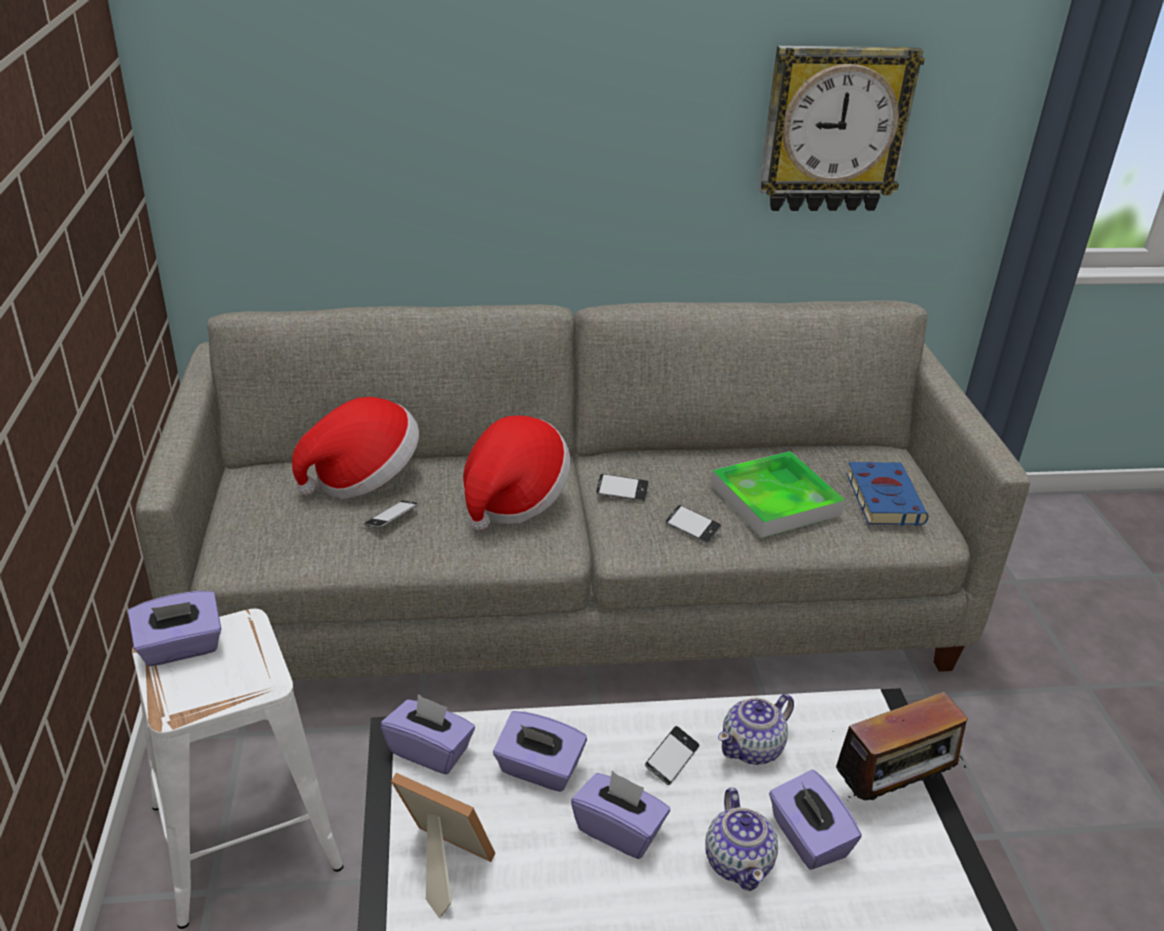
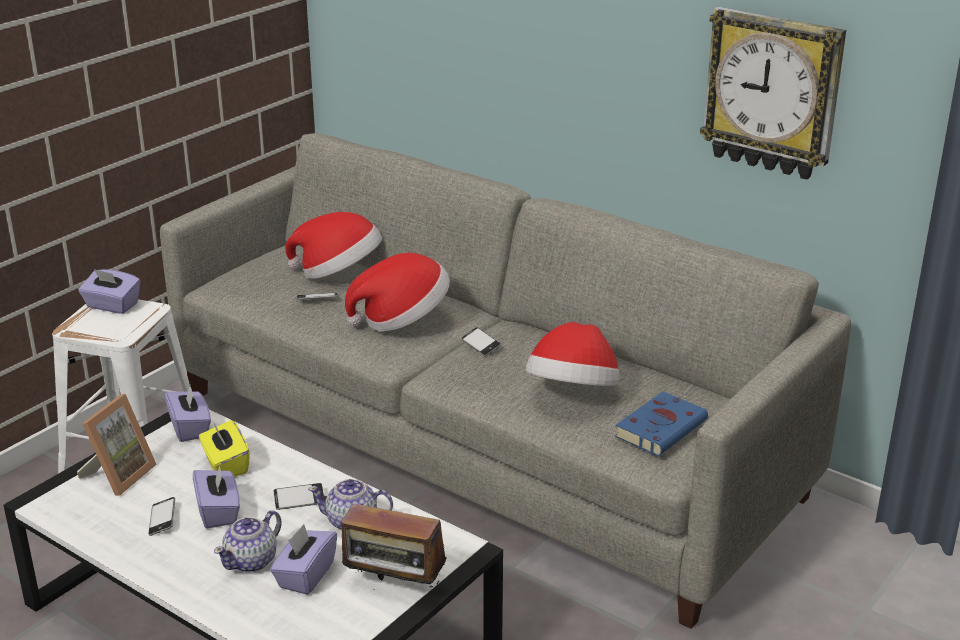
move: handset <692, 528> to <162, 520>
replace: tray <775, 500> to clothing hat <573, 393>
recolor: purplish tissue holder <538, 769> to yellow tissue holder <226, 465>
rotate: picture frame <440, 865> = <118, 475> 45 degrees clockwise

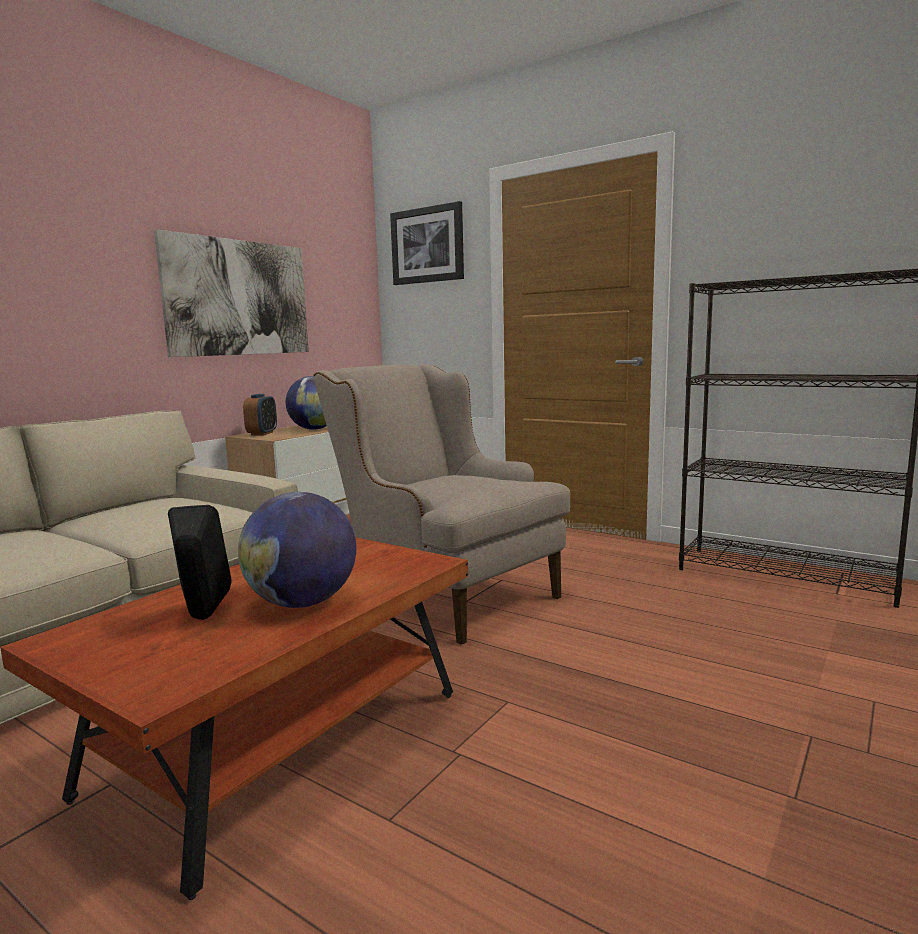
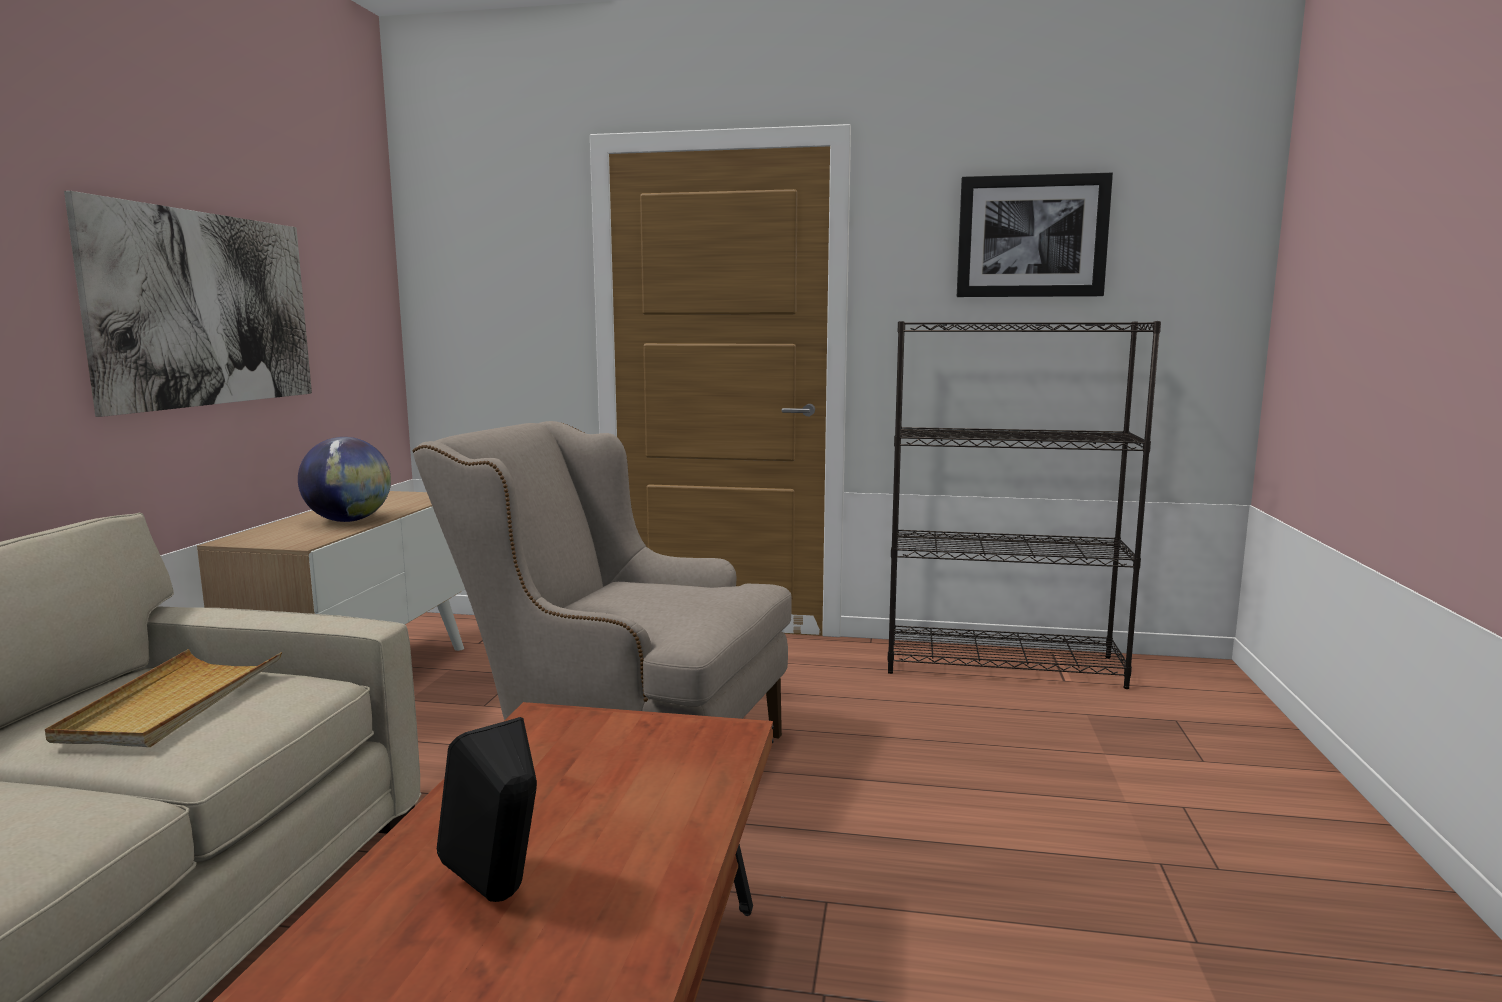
delete: desk globe <302, 603>; bedside clock <262, 434>
insert: beige-coloured tray <173, 703>
move: wall art <427, 245> to <1031, 236>

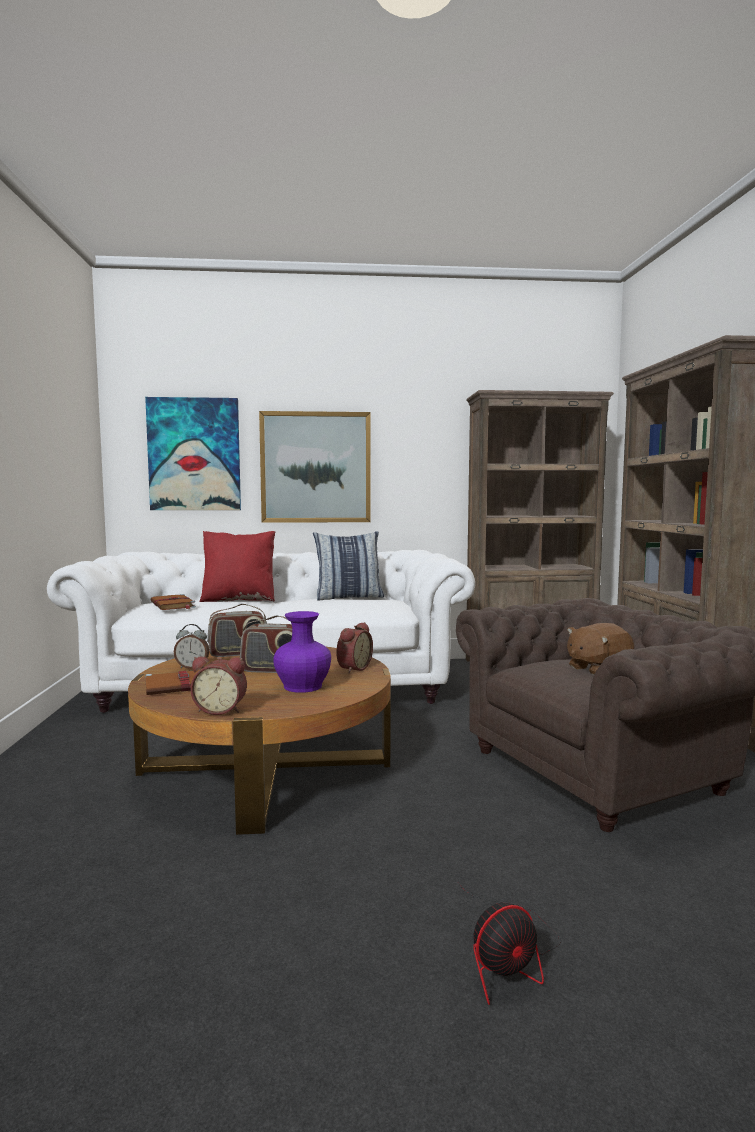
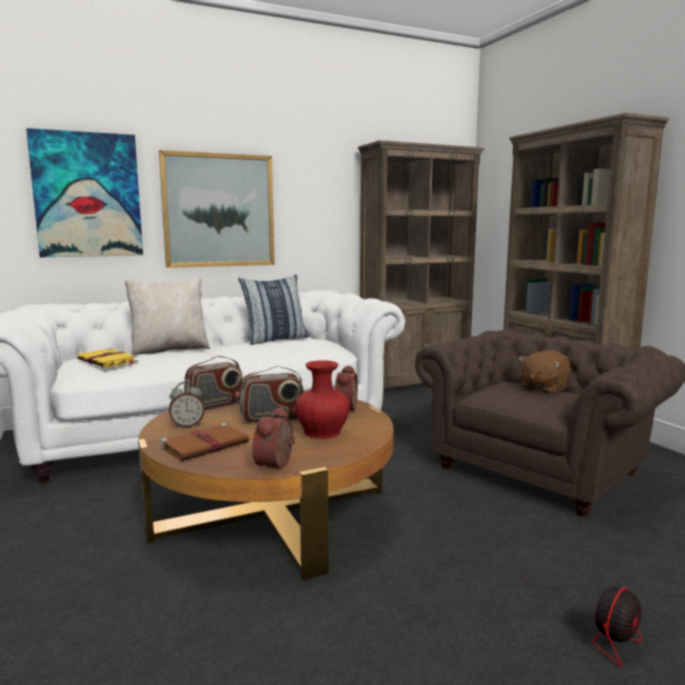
recolor: brown volume <173, 605> to yellow volume <108, 361>; reddish cushion <239, 600> to beige-coloured cushion <169, 350>; purplish decorative vase <303, 686> to reddish decorative vase <323, 432>
rotate: bedside clock <221, 710> = <277, 465> 120 degrees clockwise

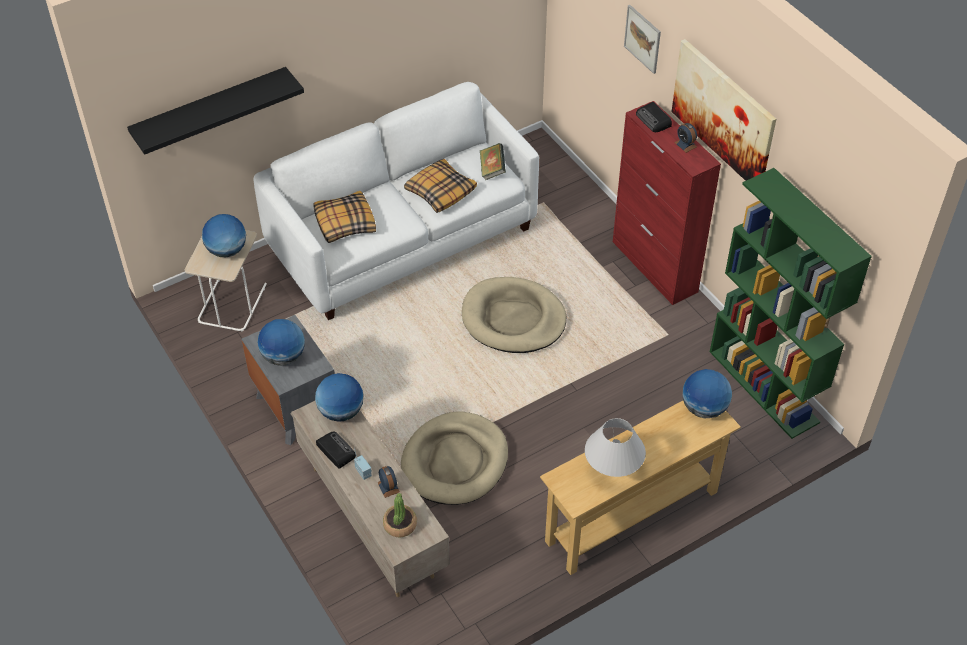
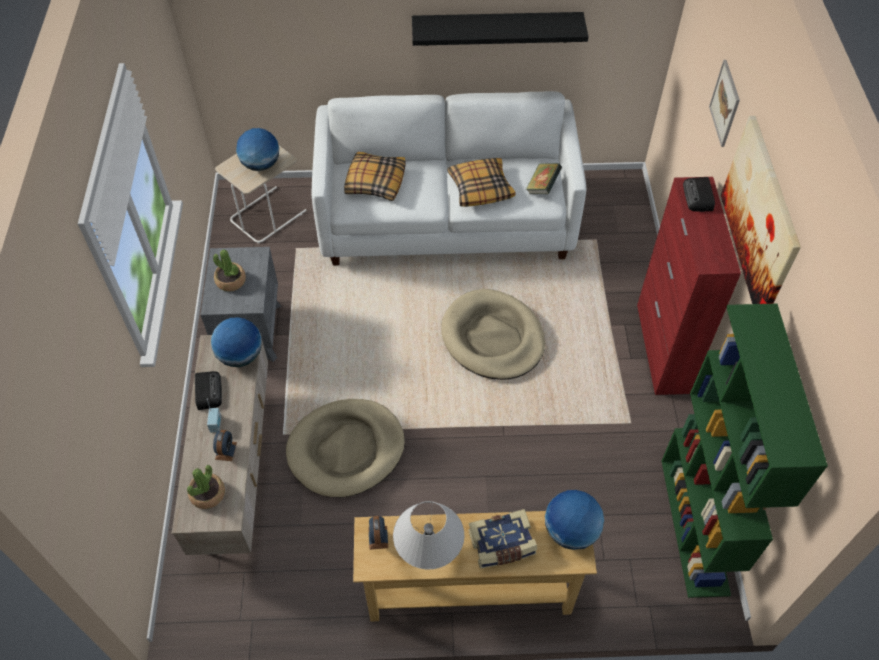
insert: volume <502, 545>
move: blackish shelf <210, 109> to <496, 28>; bedside clock <685, 144> to <378, 537>
replace: desk globe <283, 356> to plant in a pot <230, 281>

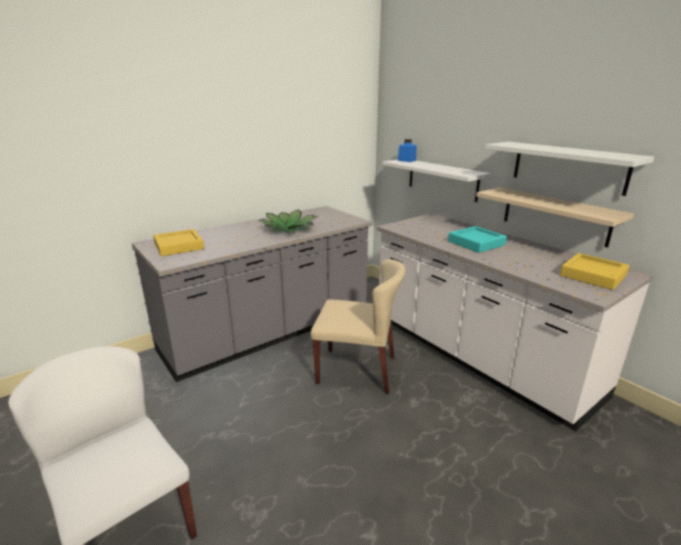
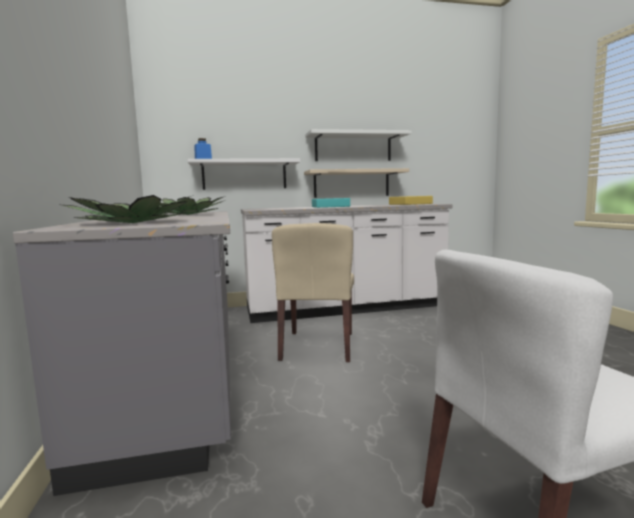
replace: yellow tray <179, 246> to plant in a pot <133, 223>
rotate: beige-coloured plain chair <357, 370> = <318, 346> 150 degrees clockwise

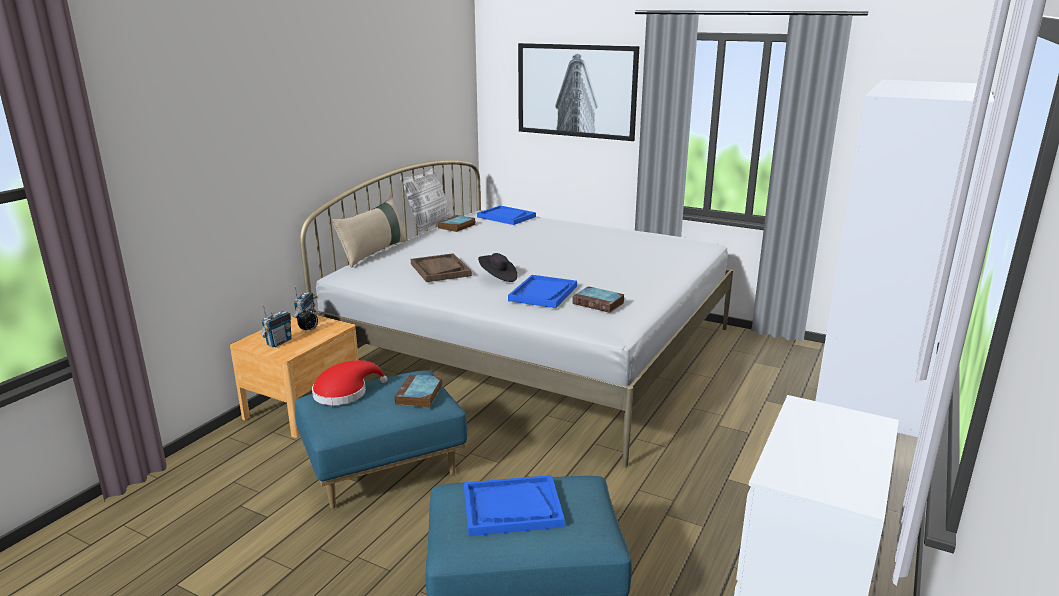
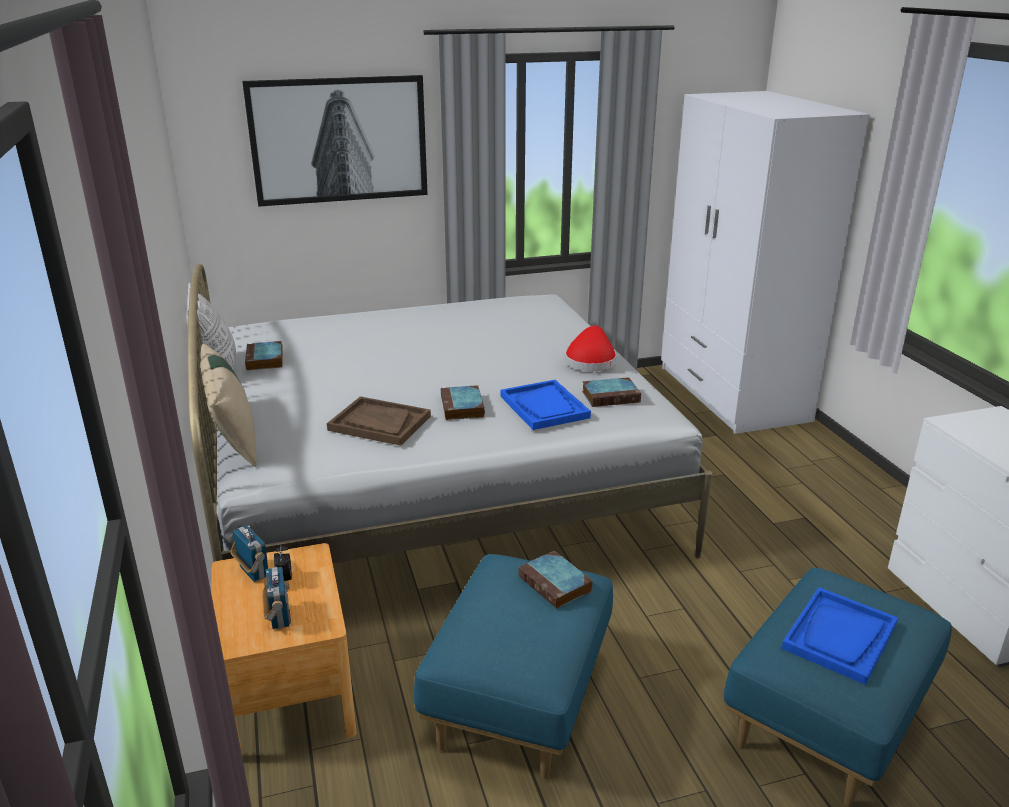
delete: blue tray <506, 217>
move: reddish clothing hat <344, 393> to <590, 360>
replace: blackish clothing hat <498, 278> to volume <463, 407>

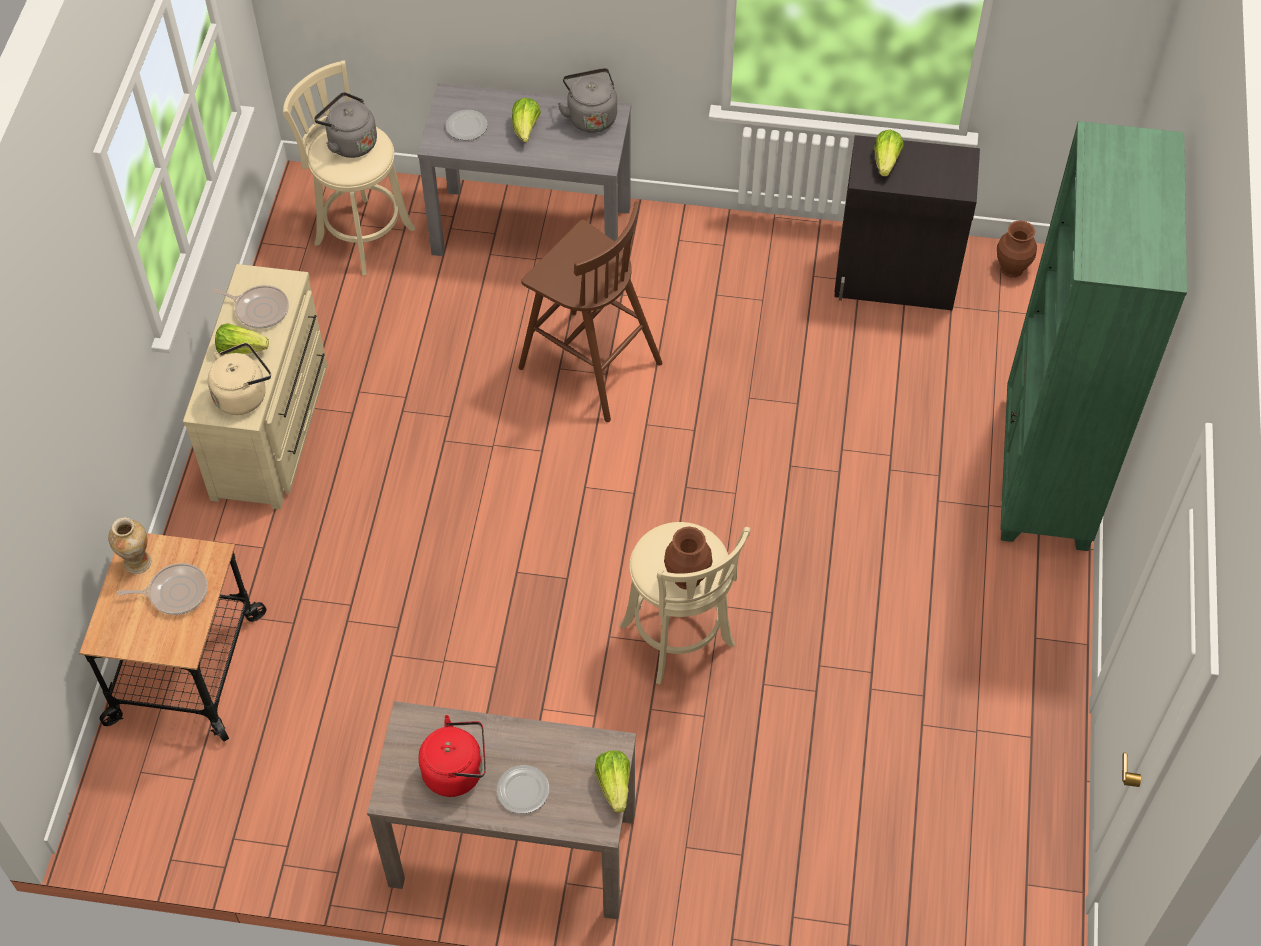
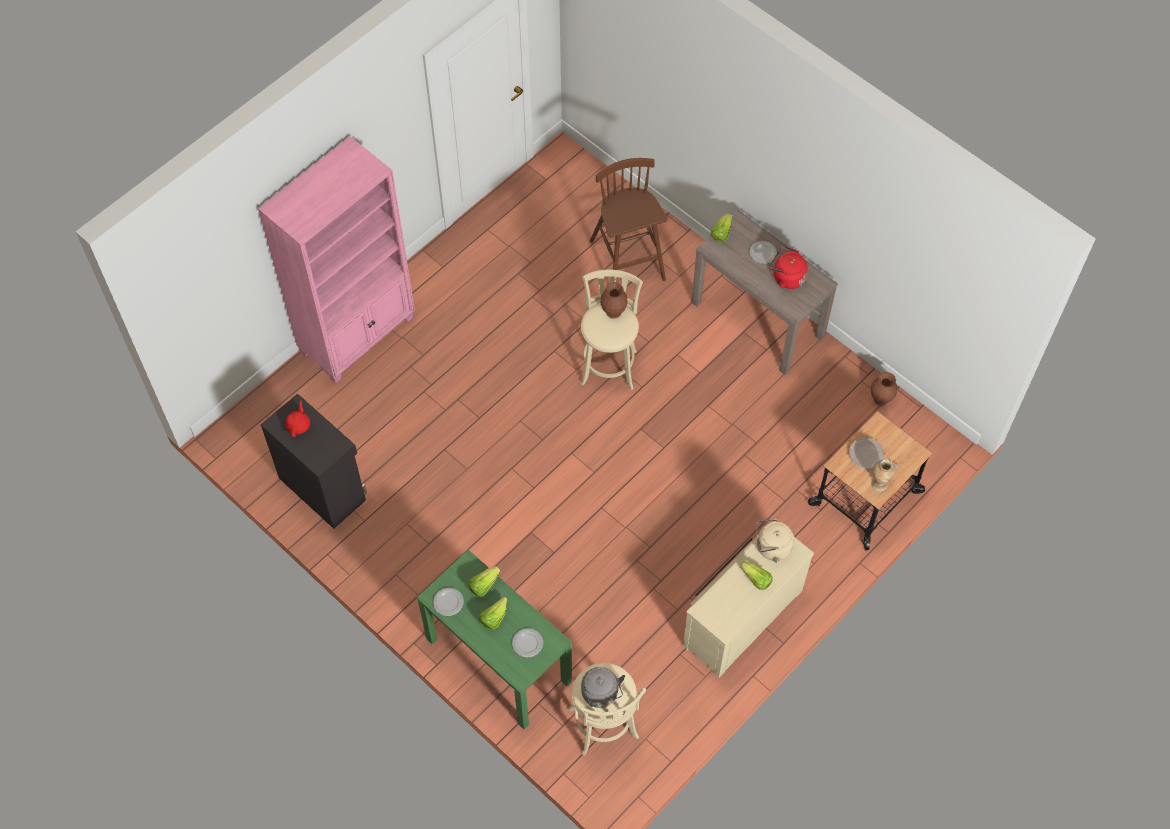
delete: skillet <259, 309>
insert: reddish pot for tea <299, 425>
move: brown sitting stool <588, 364> to <628, 262>; lettuce <886, 161> to <483, 585>; brown decorative vase <1012, 269> to <880, 398>
replace: grey kettle <590, 116> to dinner plate <448, 602>
recolor: grey hall table <532, 230> to green-coloured hall table <498, 660>; green-coloured bookcase <1044, 474> to pink-coloured bookcase <358, 335>

